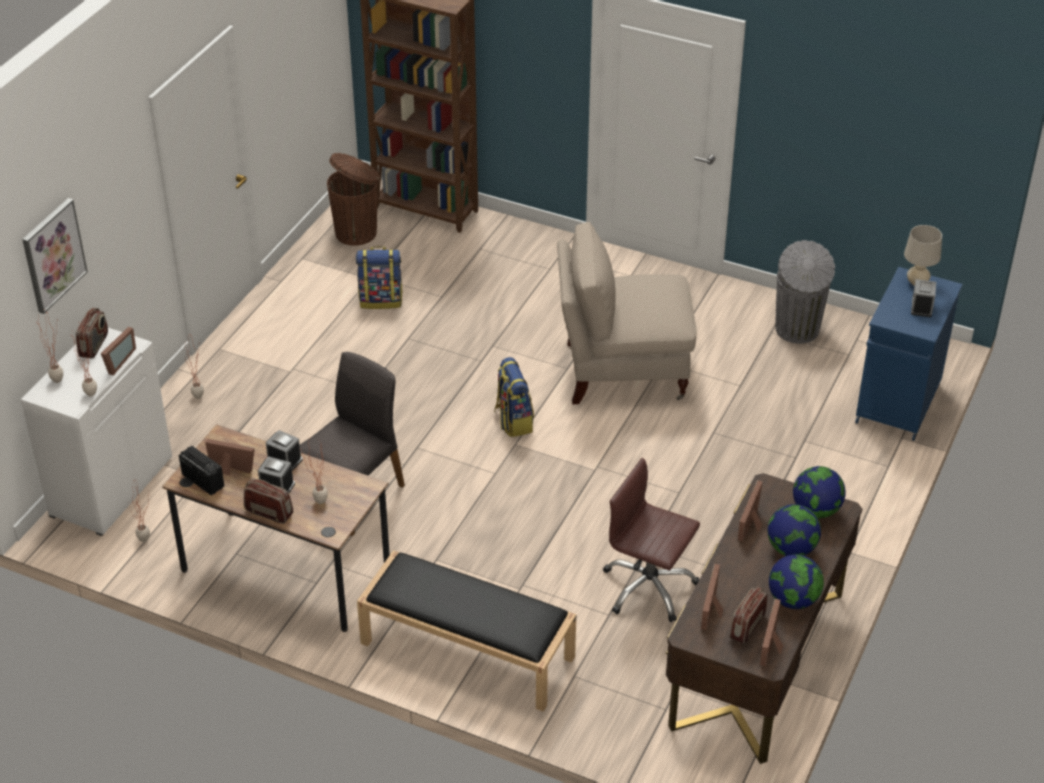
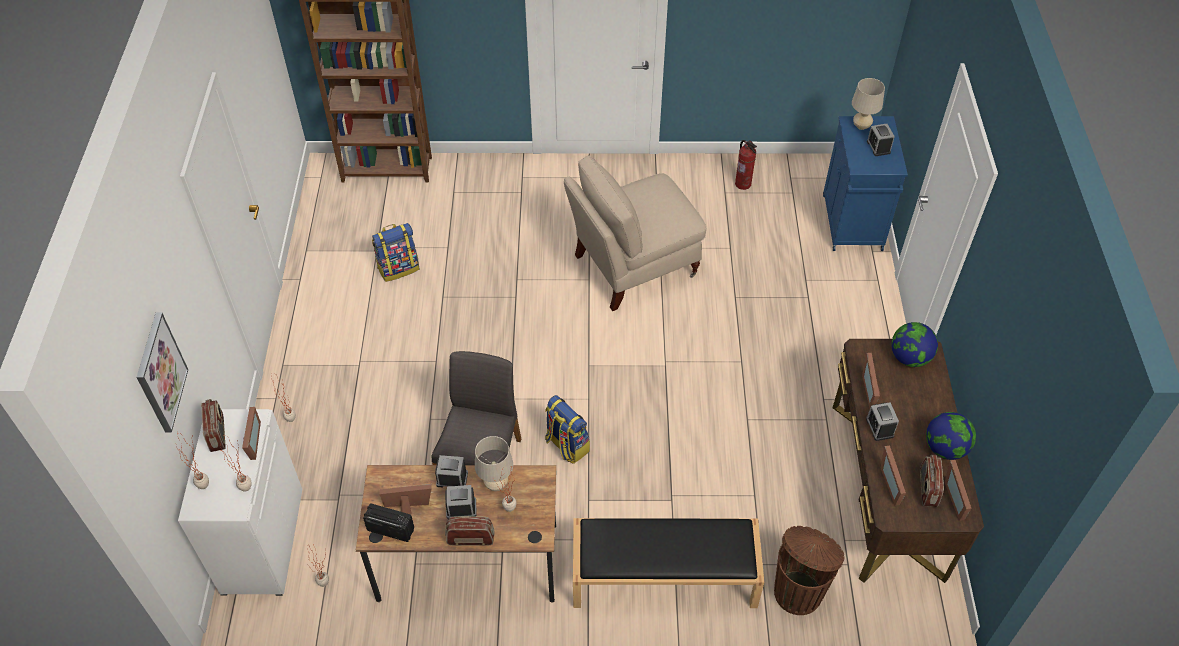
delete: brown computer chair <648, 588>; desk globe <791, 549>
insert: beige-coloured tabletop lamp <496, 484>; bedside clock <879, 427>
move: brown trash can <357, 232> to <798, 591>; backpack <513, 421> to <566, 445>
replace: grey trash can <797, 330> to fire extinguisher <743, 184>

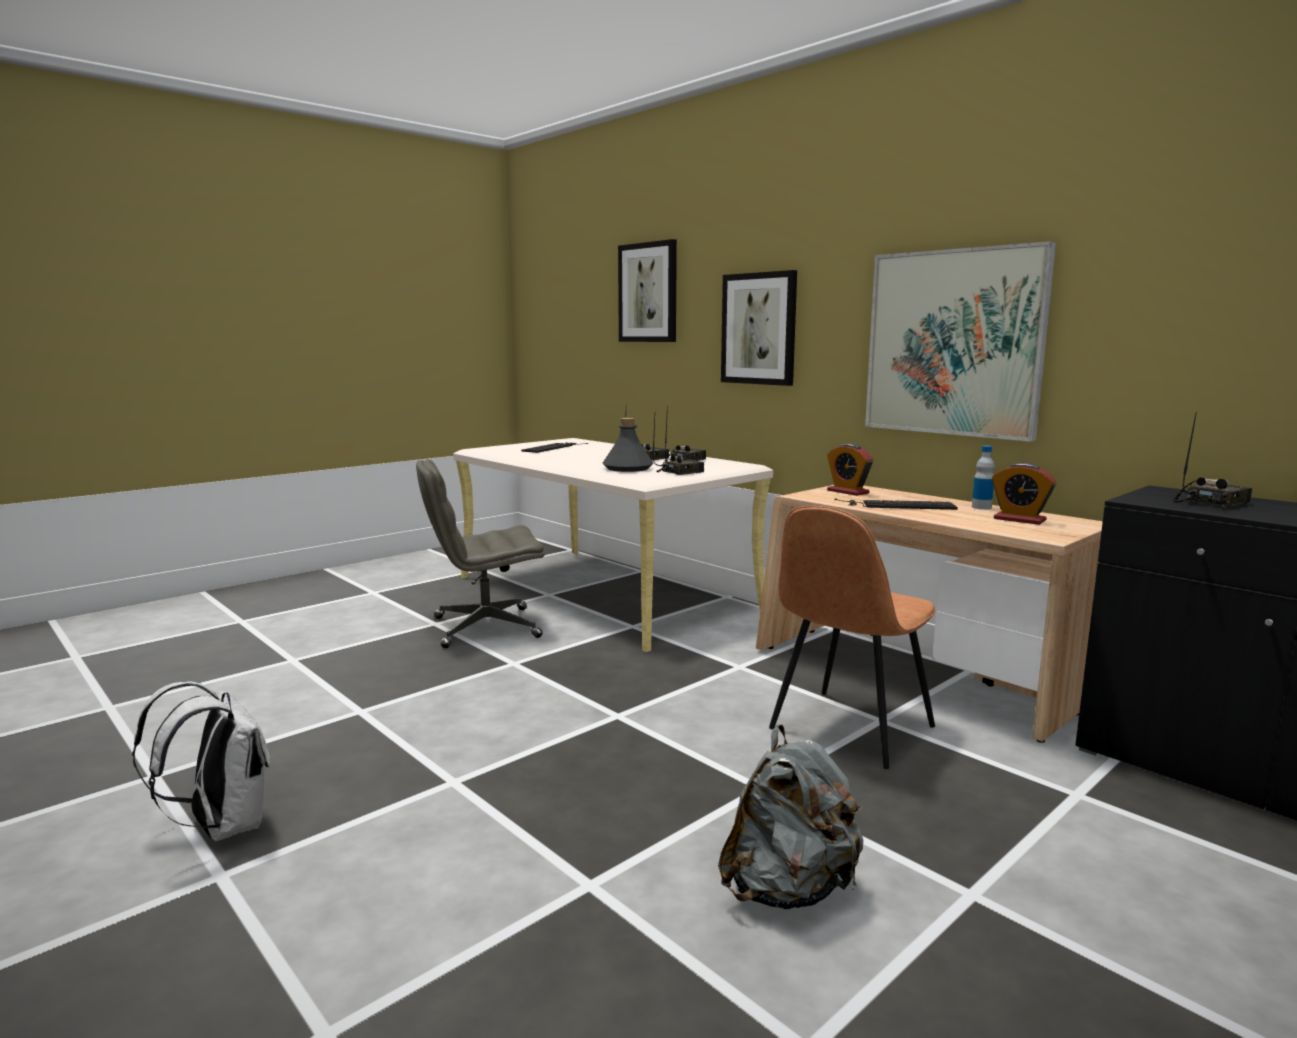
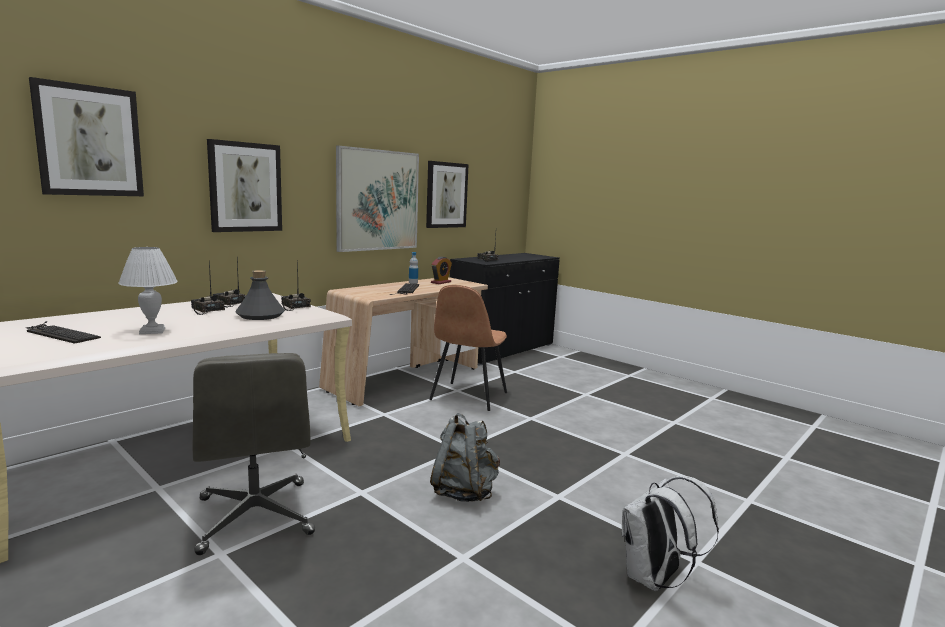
delete: bedside clock <848, 492>
insert: white-coloured tabletop lamp <152, 331>; wall art <446, 195>
move: grey backpack <789, 889> to <464, 492>
rotate: brown plain chair <849, 729> = <468, 397> 75 degrees clockwise

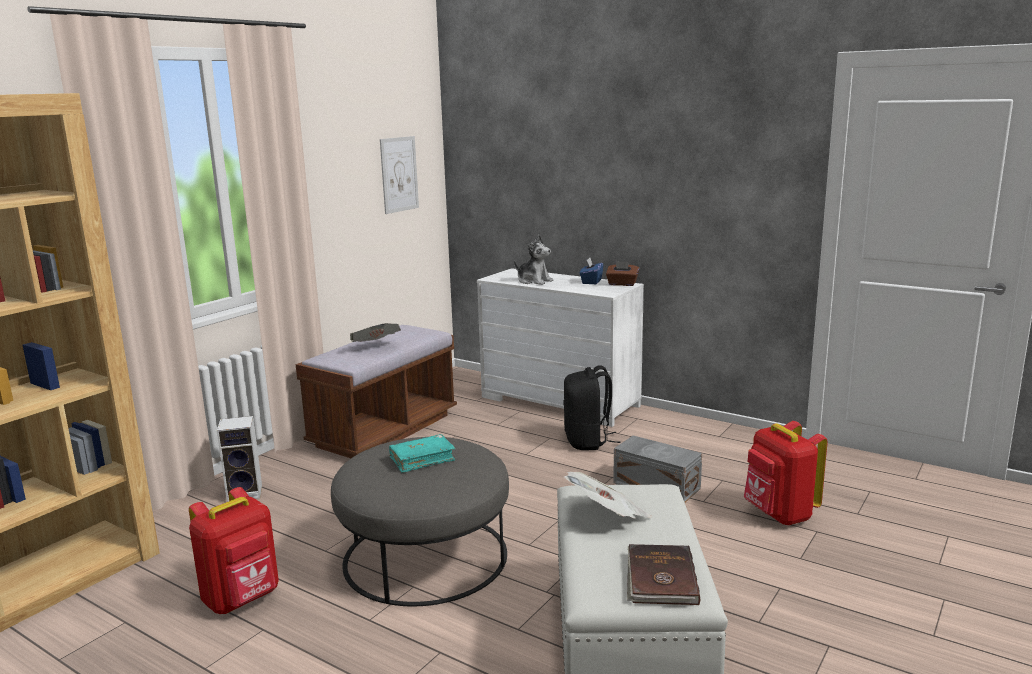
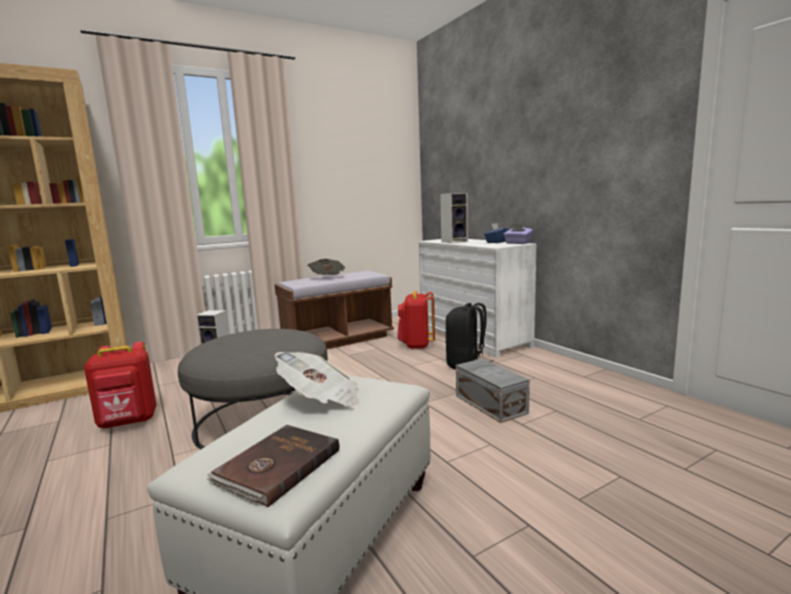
delete: wall art <399, 174>; turquoise volume <422, 460>
move: reddish backpack <779, 515> to <416, 345>
replace: plush toy <534, 281> to speaker <455, 241>
recolor: brown tissue holder <622, 284> to purplish tissue holder <517, 243>

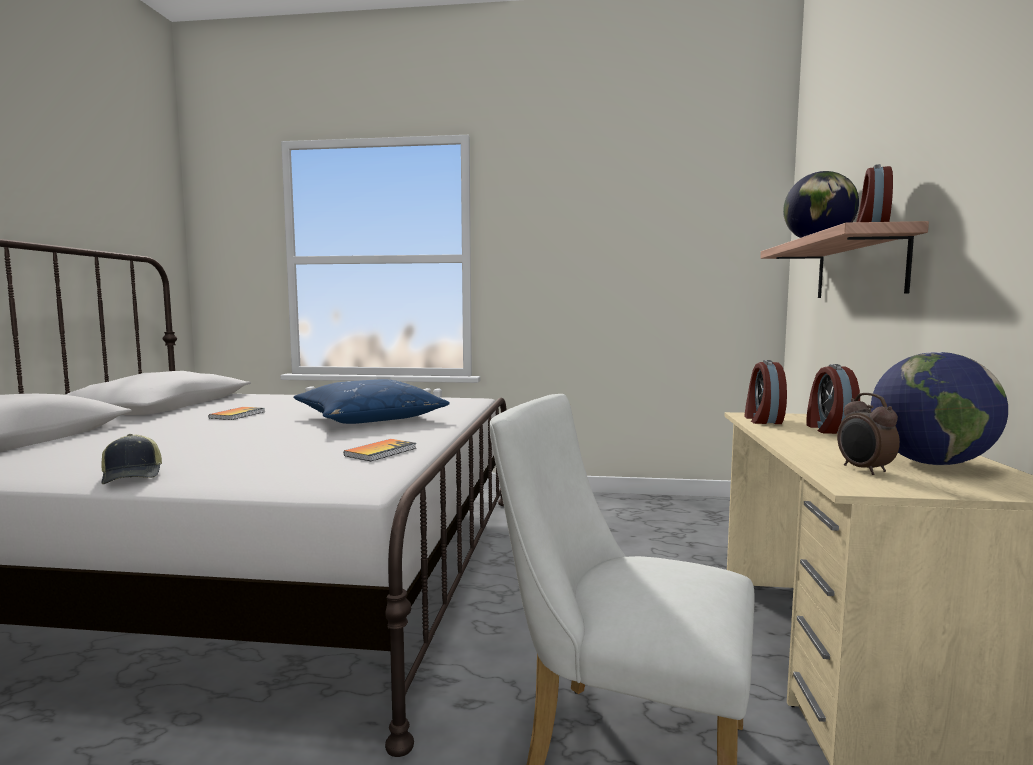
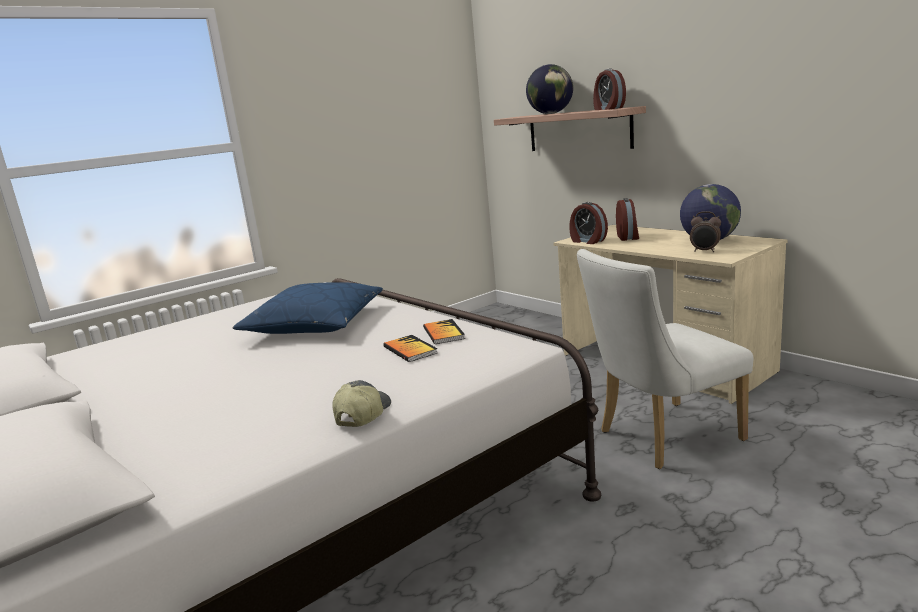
move: volume <237, 415> to <410, 350>
rotate: baseball cap <133, 475> = <362, 414> 90 degrees counterclockwise; bedside clock <828, 429> = <628, 237> 135 degrees counterclockwise

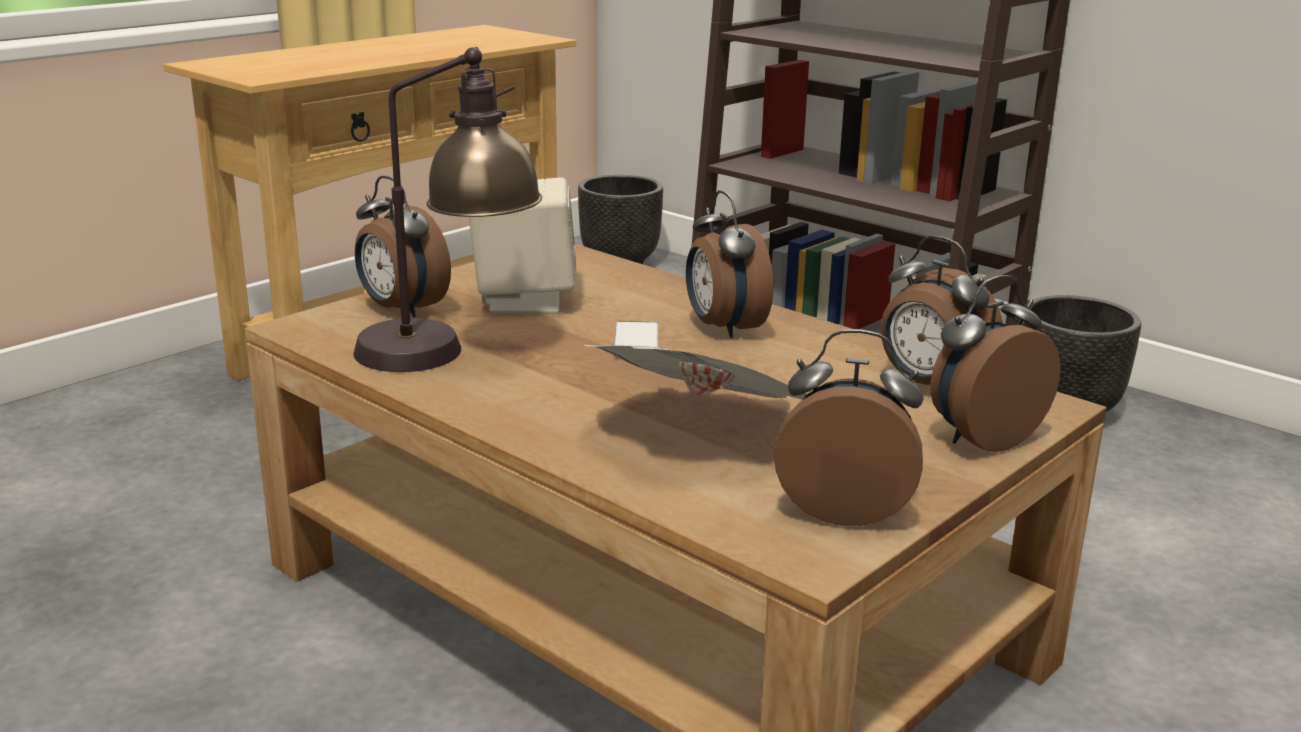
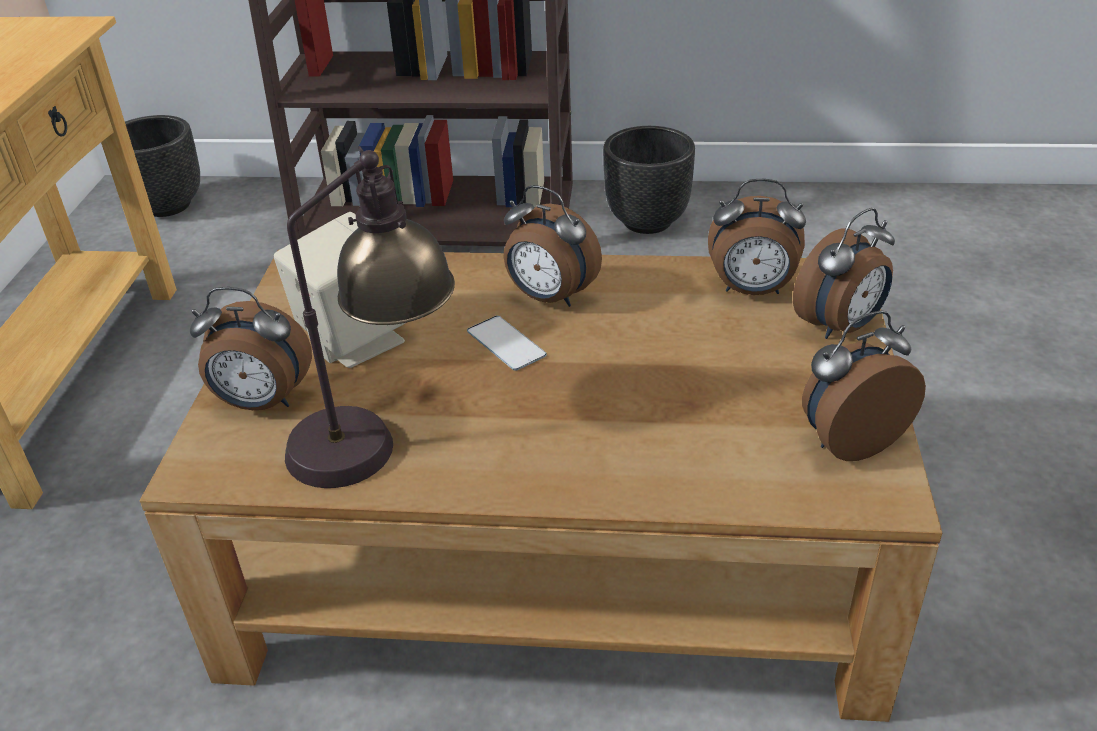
delete: daily paper <705, 431>
rotate: bedside clock <981, 438> = <840, 326> 150 degrees counterclockwise

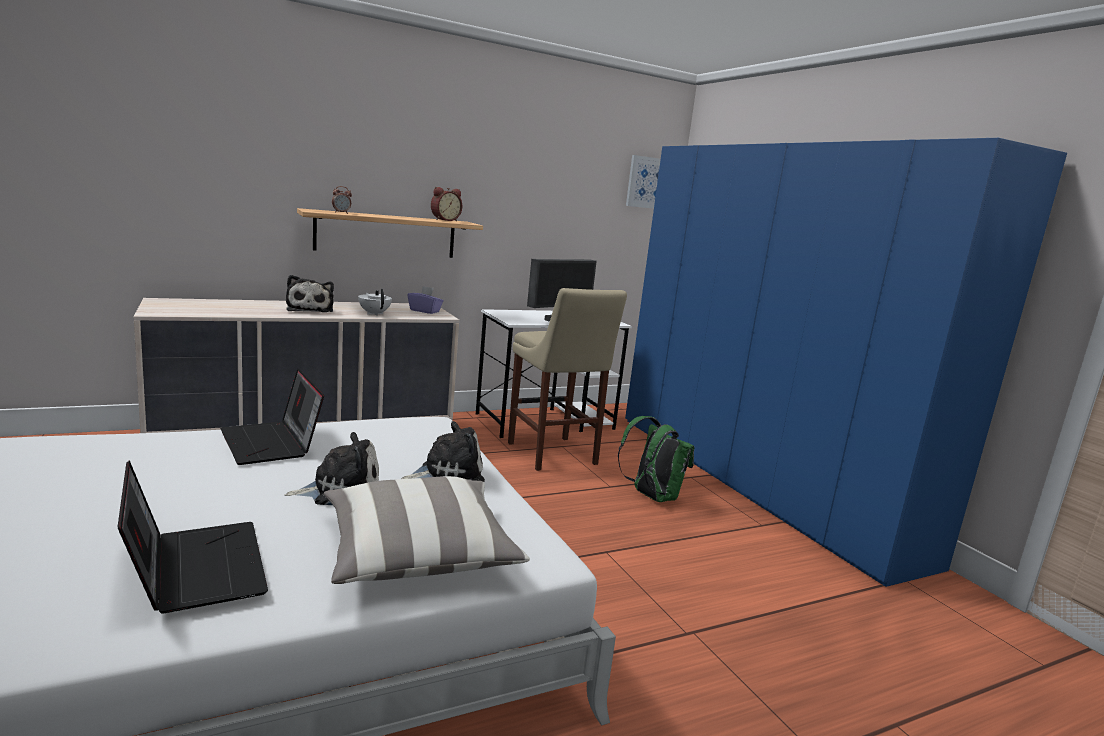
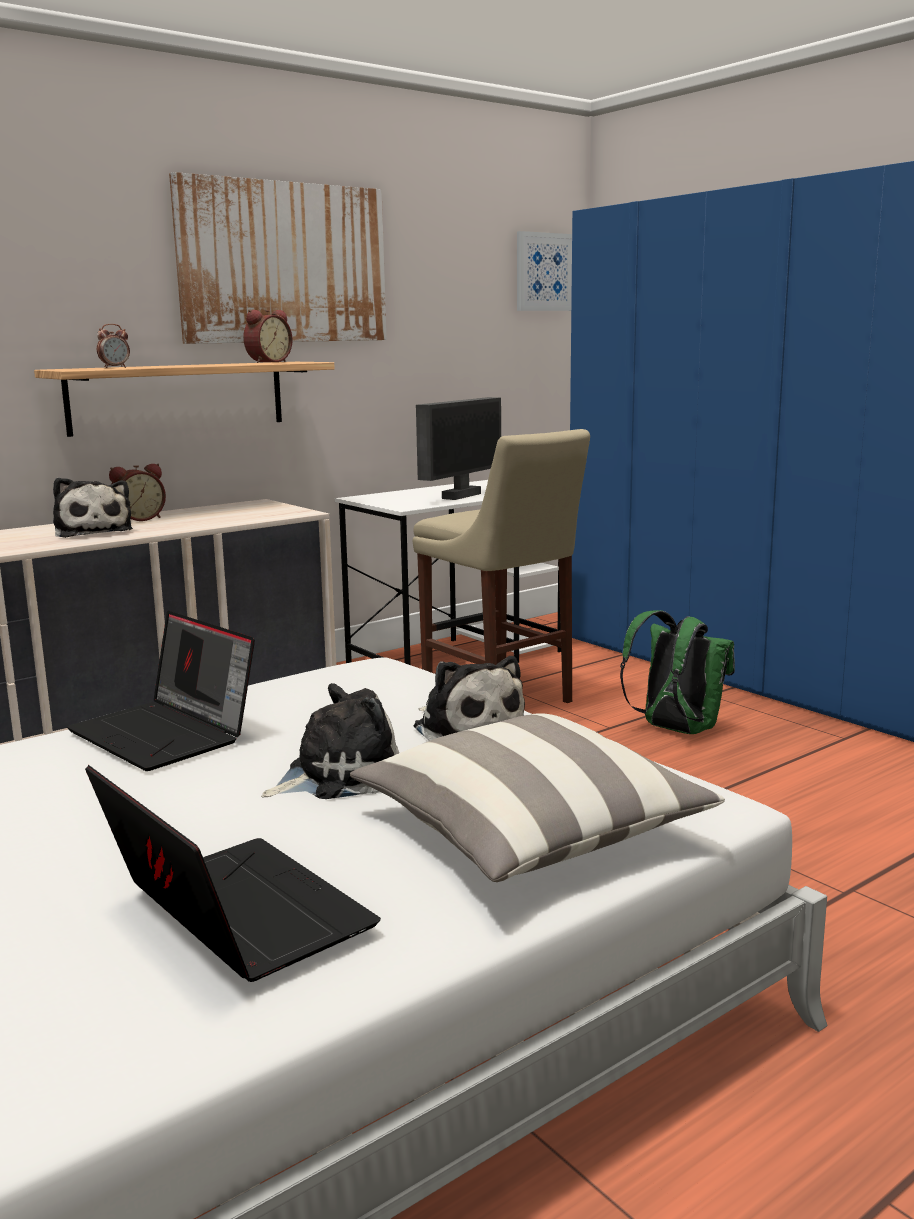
delete: white-coloured pot for tea <374, 314>; purplish tissue holder <425, 311>
insert: bedside clock <138, 519>; wall art <284, 263>
rotate: plush toy <447, 474> = <466, 728> 90 degrees clockwise

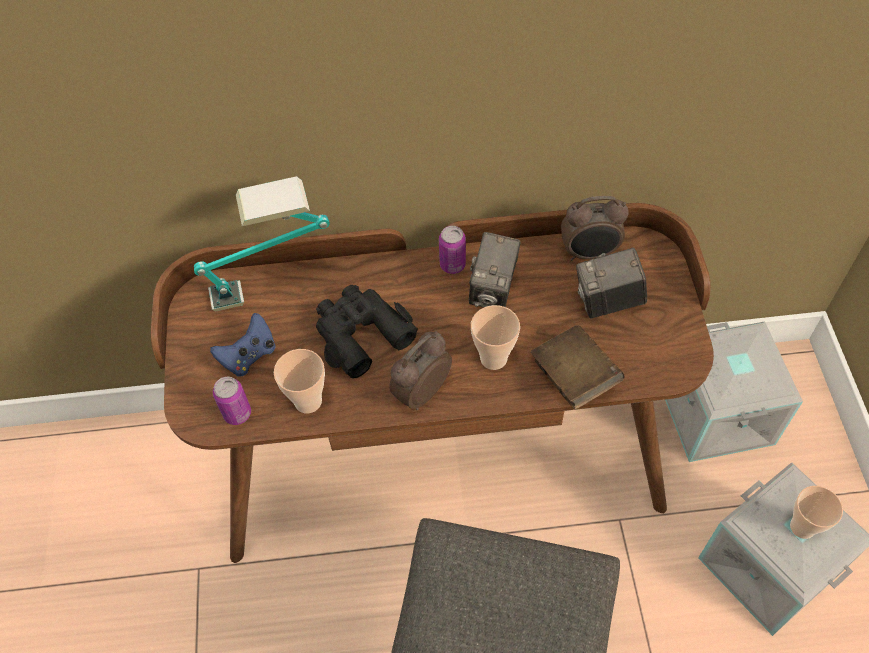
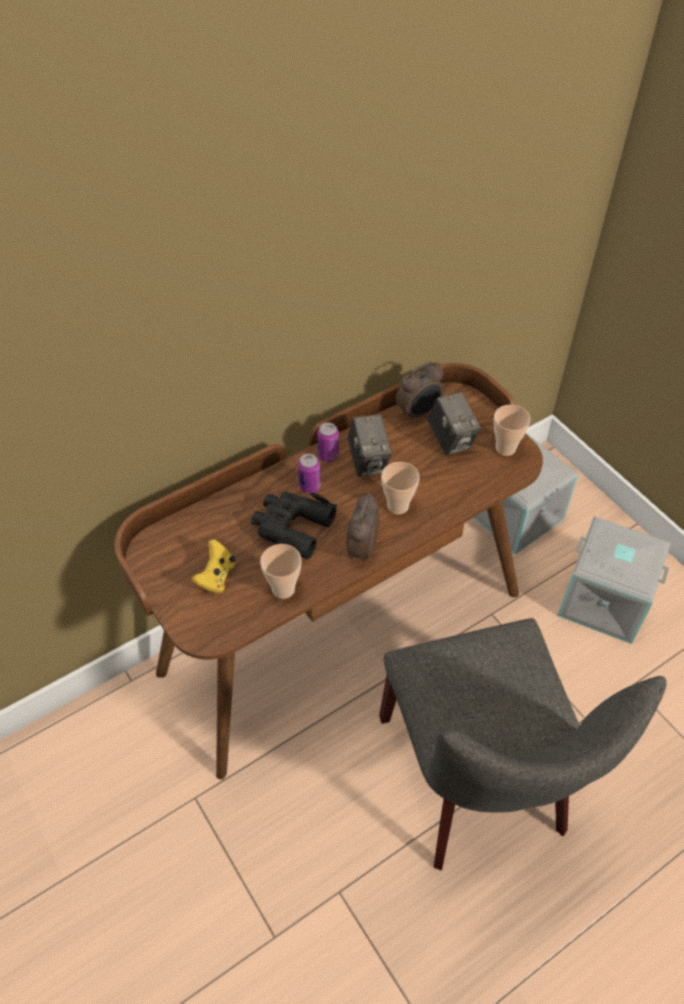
delete: tabletop lamp <273, 286>; brown volume <574, 377>
move: can <237, 413> to <310, 486>; small cup <802, 527> to <505, 448>
recolor: blue joypad <249, 356> to yellow joypad <216, 576>
rotate: photo camera <608, 302> = <451, 440> 75 degrees counterclockwise

